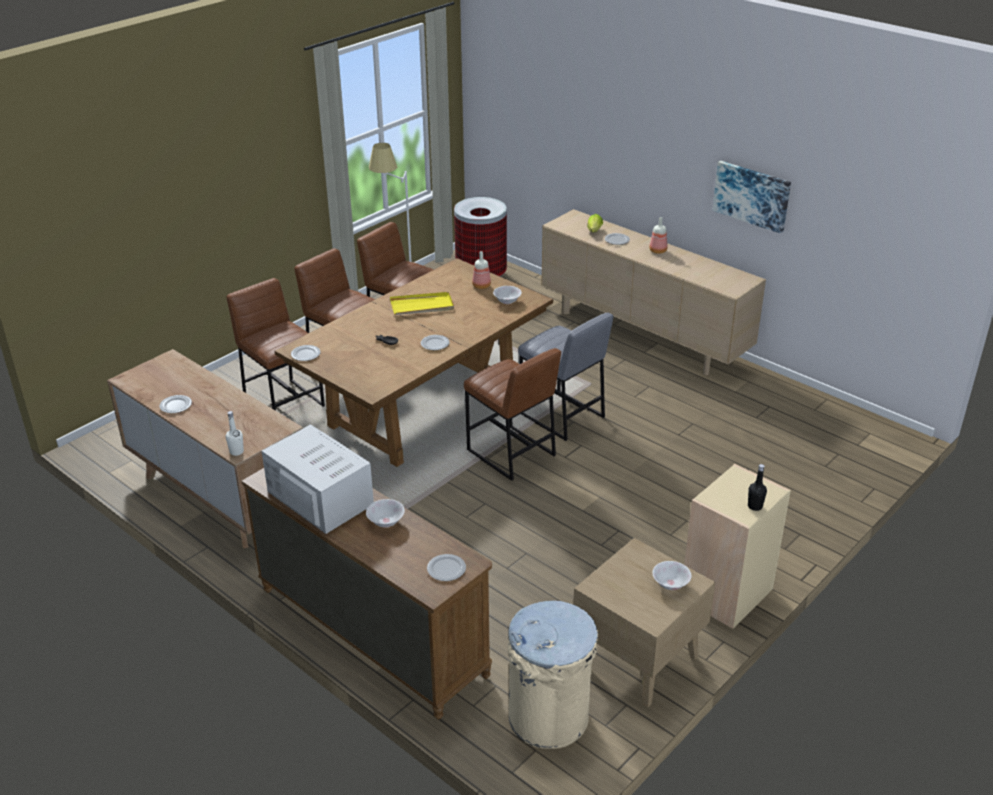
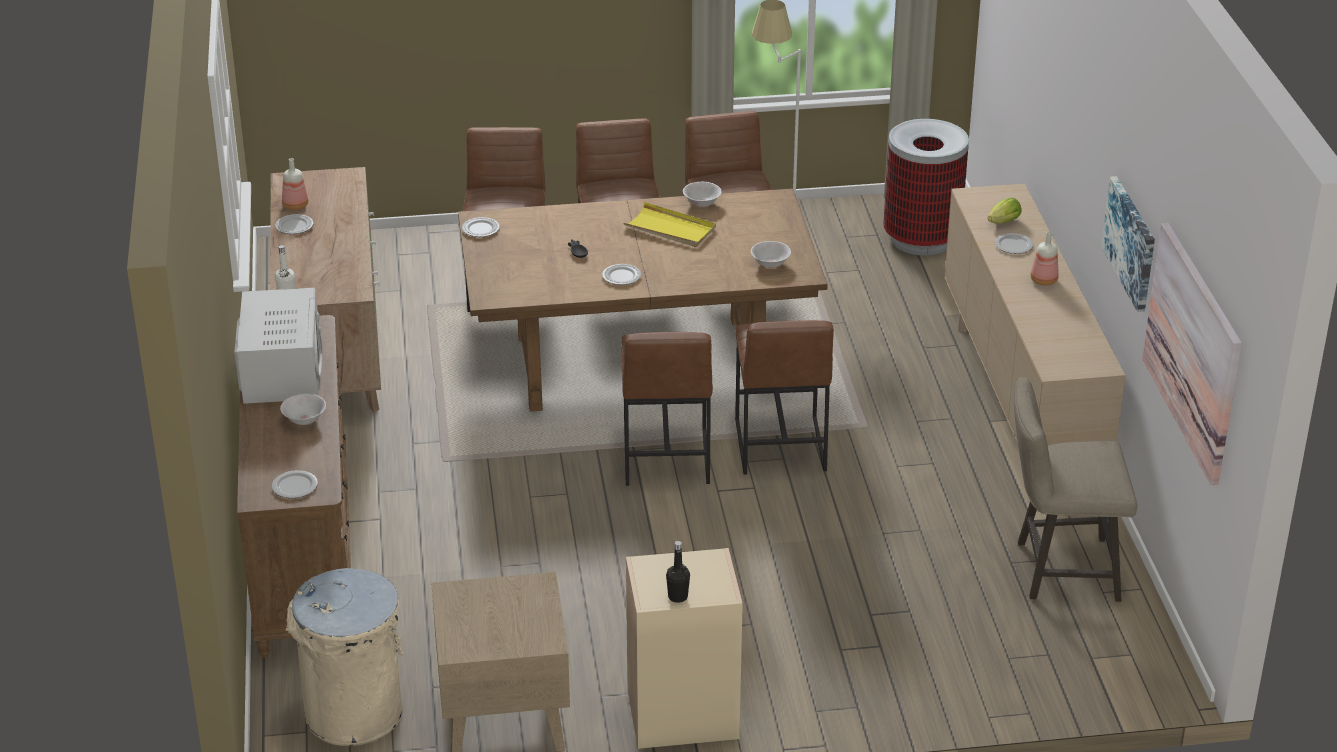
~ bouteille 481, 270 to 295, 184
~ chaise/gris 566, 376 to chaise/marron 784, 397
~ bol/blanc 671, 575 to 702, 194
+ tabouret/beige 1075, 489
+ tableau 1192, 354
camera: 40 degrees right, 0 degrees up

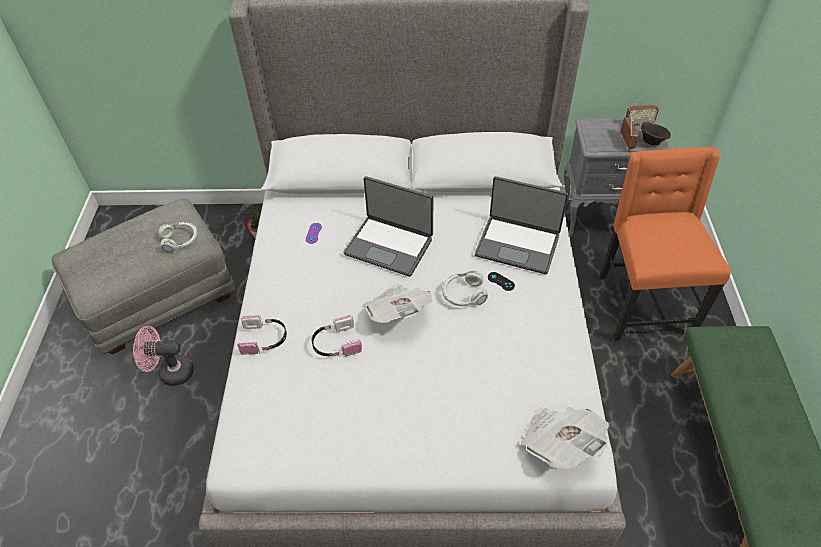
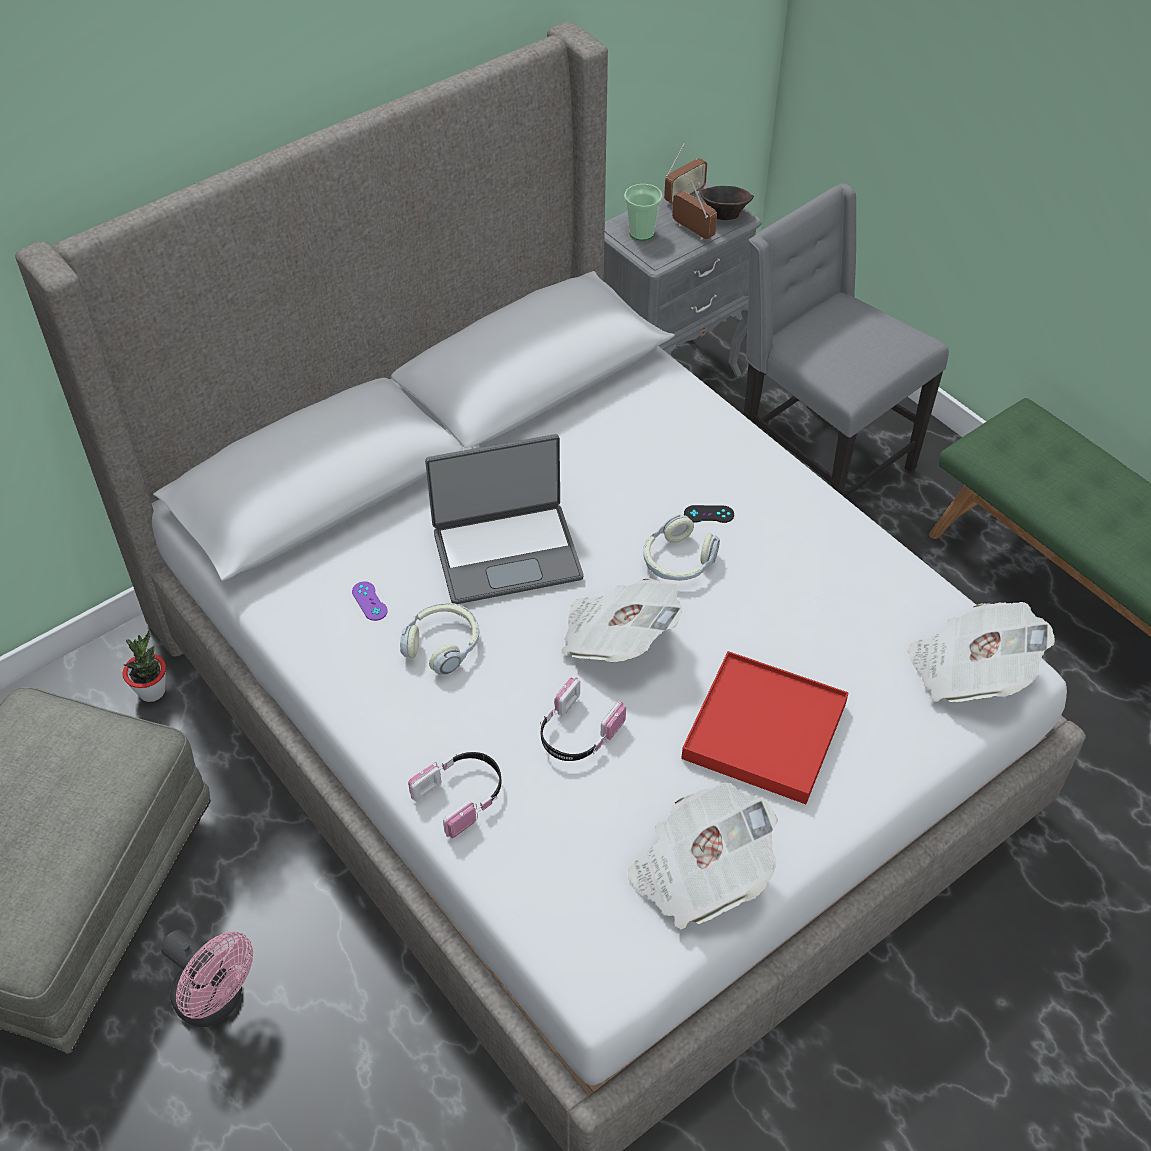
~ ventilateur/rose 163, 356 = 207, 978 105 degrees counterclockwise
~ casque audio 178, 237 to 439, 639
- ordinateur portable 521, 225
~ chaise/orange 665, 244 to chaise/gris 846, 340
+ tasse 643, 212
+ journal 703, 856
+ plateau/rouge 765, 727
camera: 40 degrees left, 0 degrees up

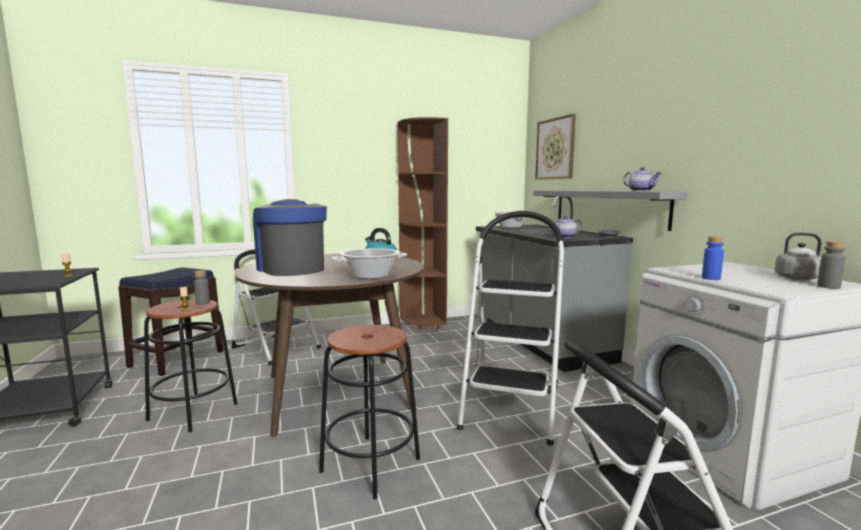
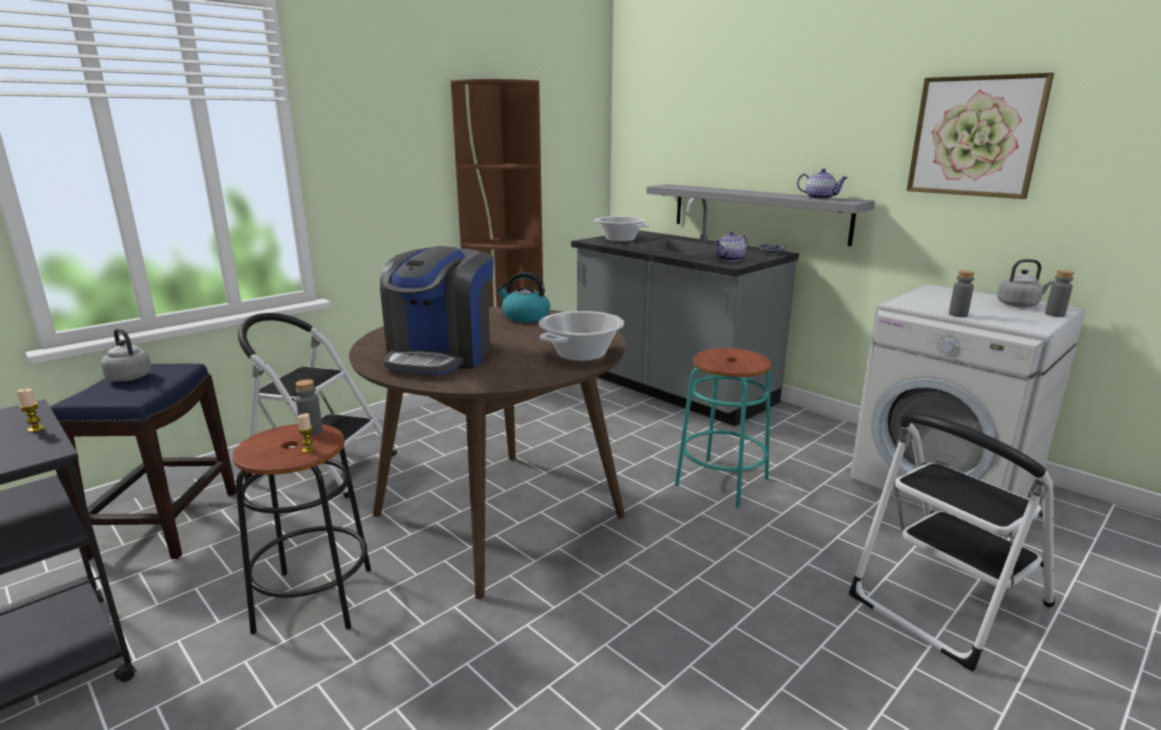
~ machine à café 290, 237 = 437, 310 105 degrees counterclockwise
- tabouret/noir 369, 412
~ escabeau 510, 328 to tabouret/turquoise 723, 428
~ tableau 555, 146 to 980, 136
~ bouteille/bleu 713, 258 to bouteille/gris 962, 293
+ bouilloire/gris 126, 354
camera: 25 degrees left, 10 degrees up

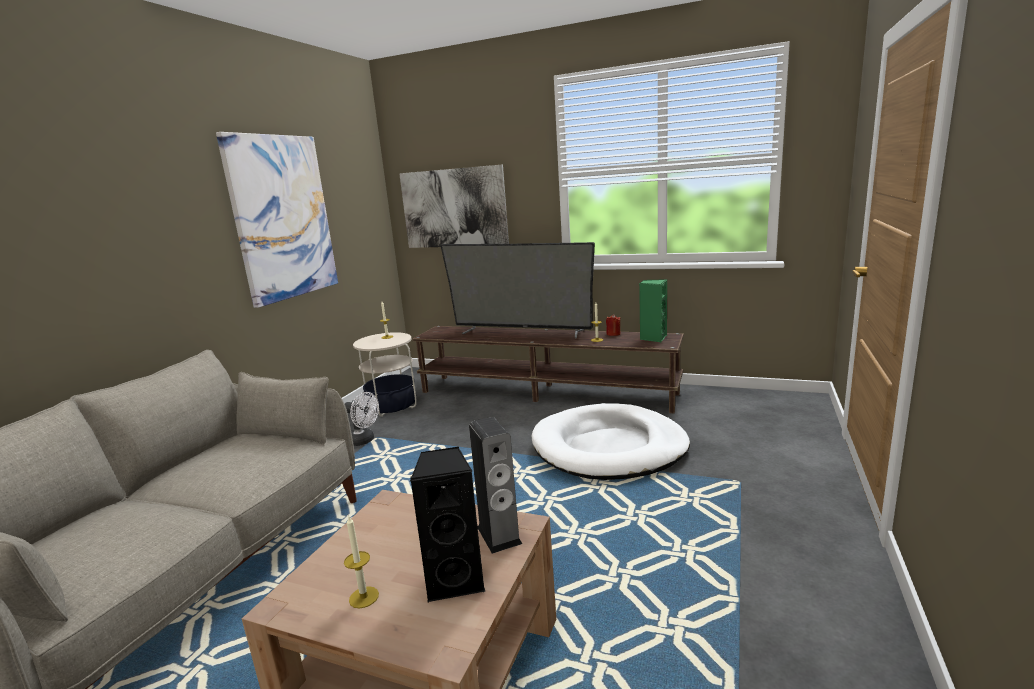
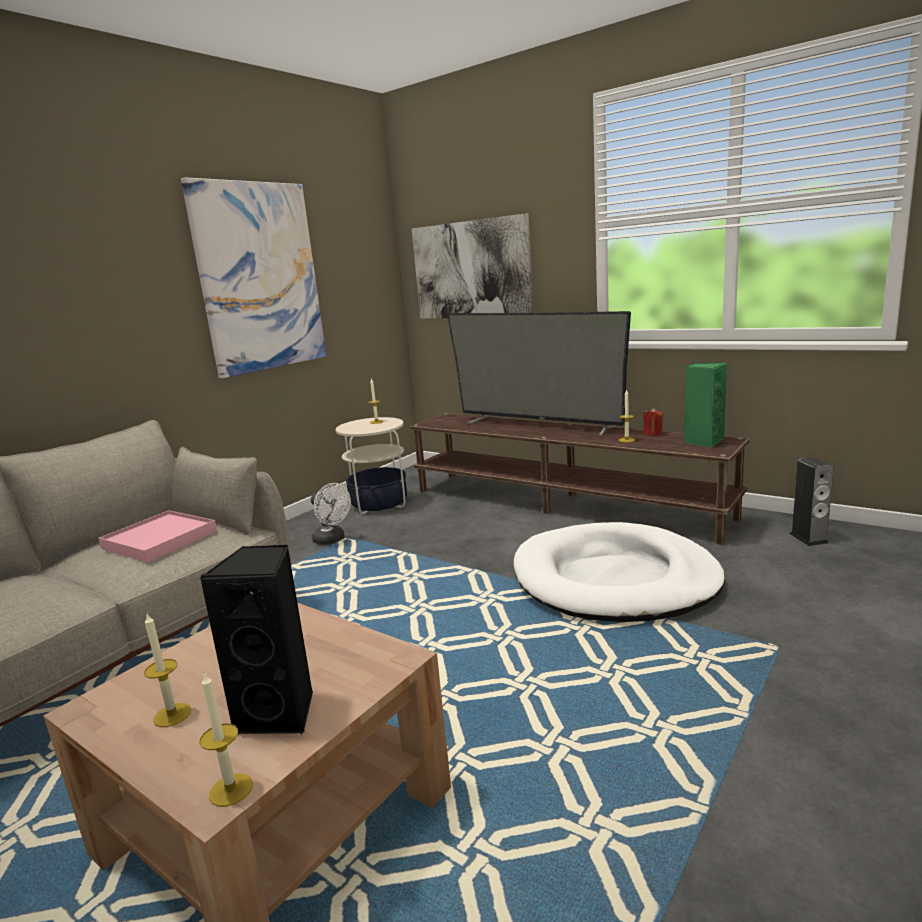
~ enceinte 495, 485 to 812, 501
+ plateau/rose 157, 536
+ bougie 226, 739
camera: 15 degrees right, 0 degrees up

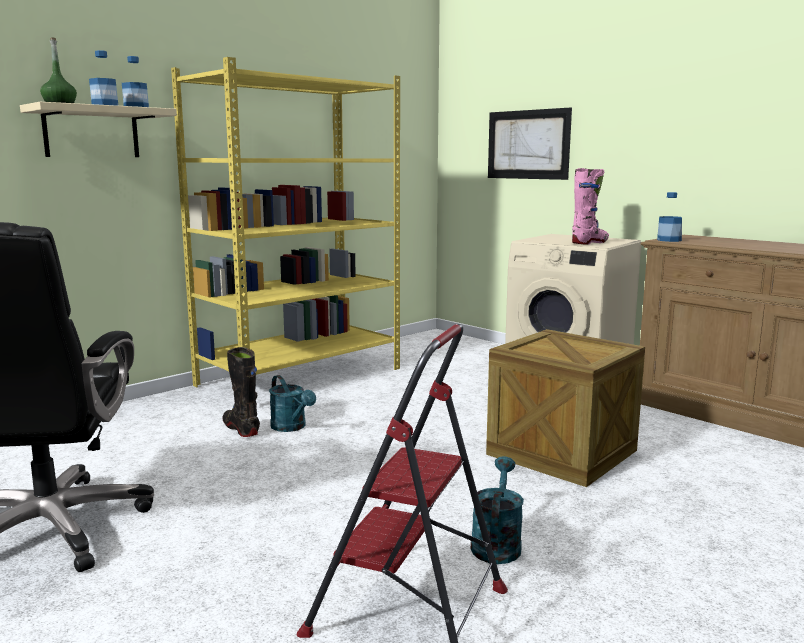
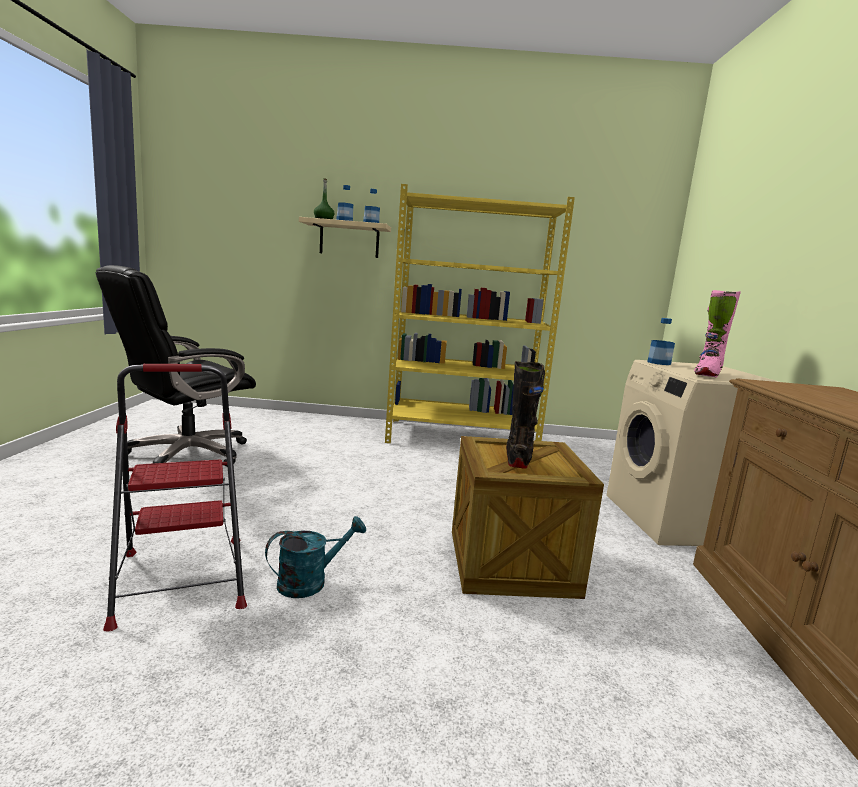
~ botte/noir 241, 392 to 525, 415
- arrosoir/turquoise 292, 403
- tableau 530, 143
~ botte/rose 590, 206 = 717, 334 120 degrees clockwise
~ bouteille 669, 217 to 661, 341
camera: 45 degrees right, 0 degrees up

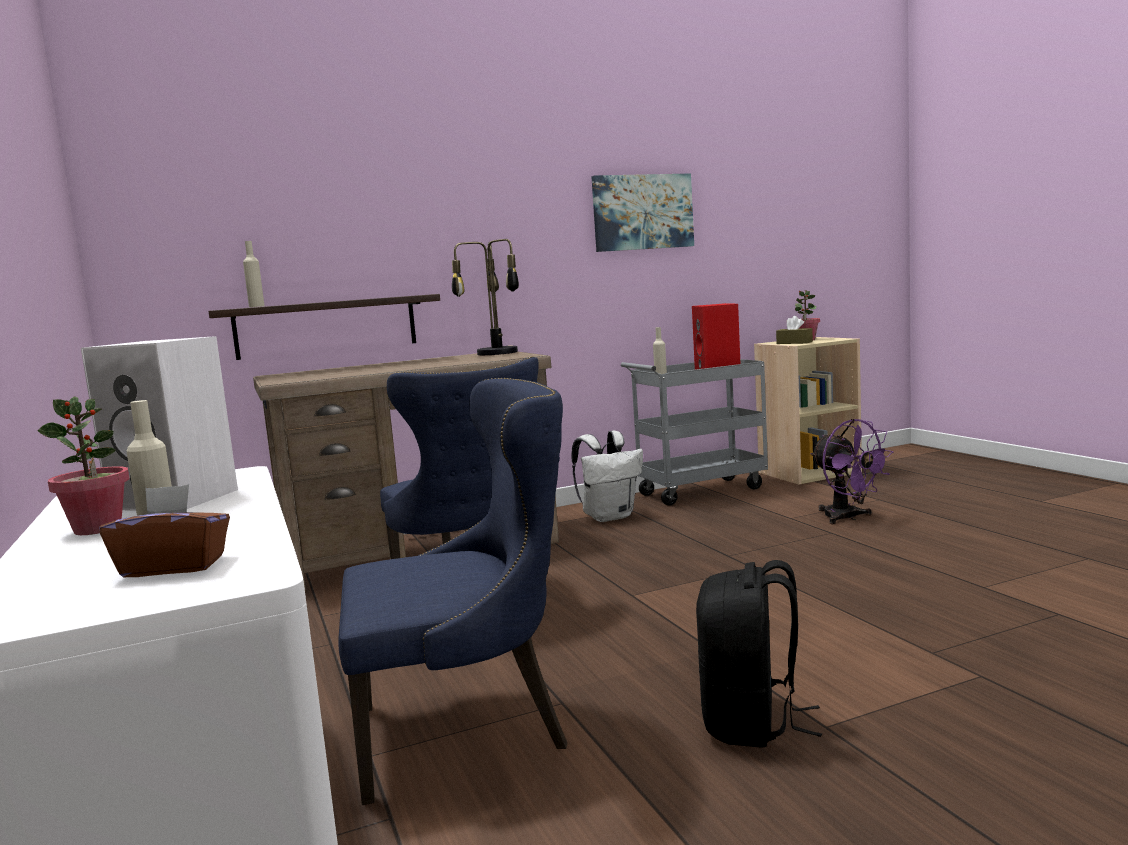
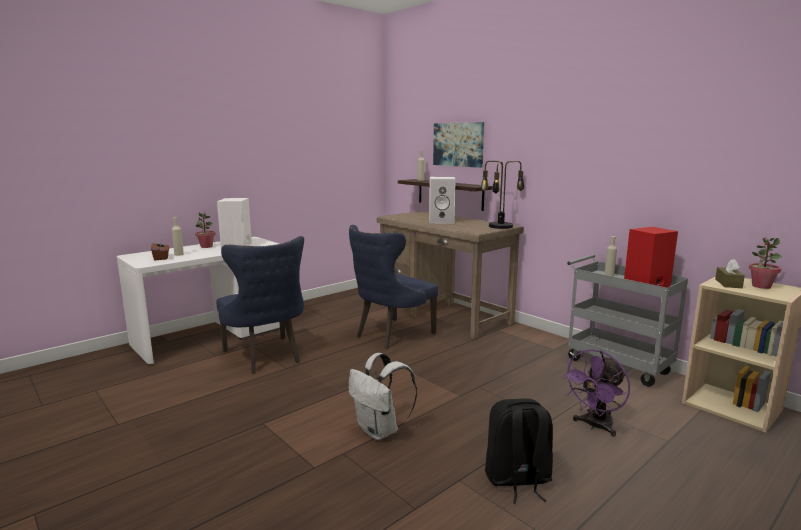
~ sac à dos/blanc 607, 476 to 383, 396
~ tableau 642, 212 to 458, 145
~ sac à dos/noir 759, 654 to 519, 451
+ enceinte/blanc 442, 200
camera: 70 degrees right, 5 degrees up

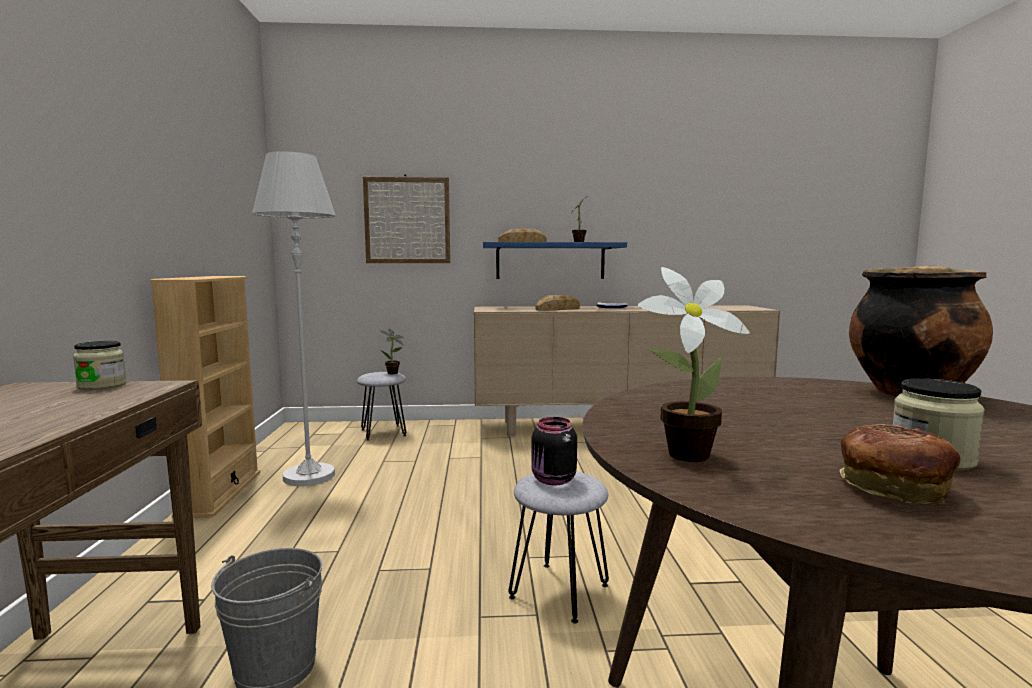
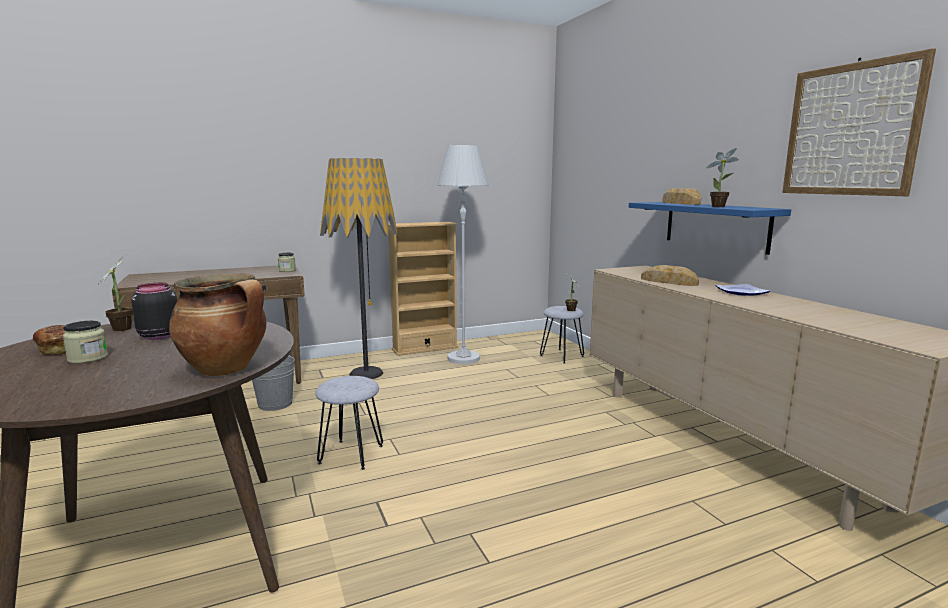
~ tableau 406, 218 to 859, 122
~ bocal/noir 554, 451 to 154, 311
+ lampadaire 358, 268
camera: 70 degrees right, 5 degrees up

